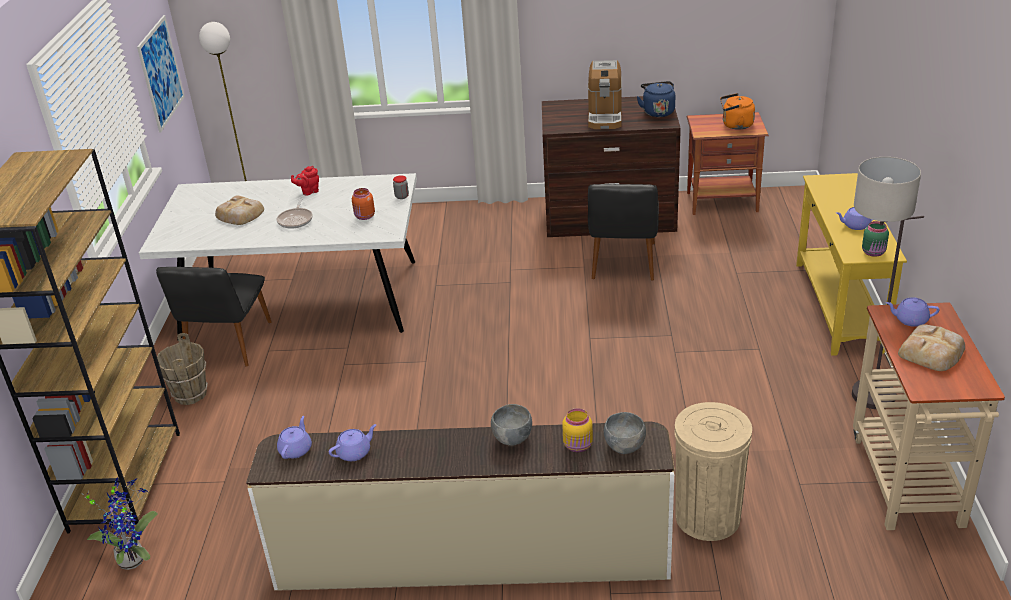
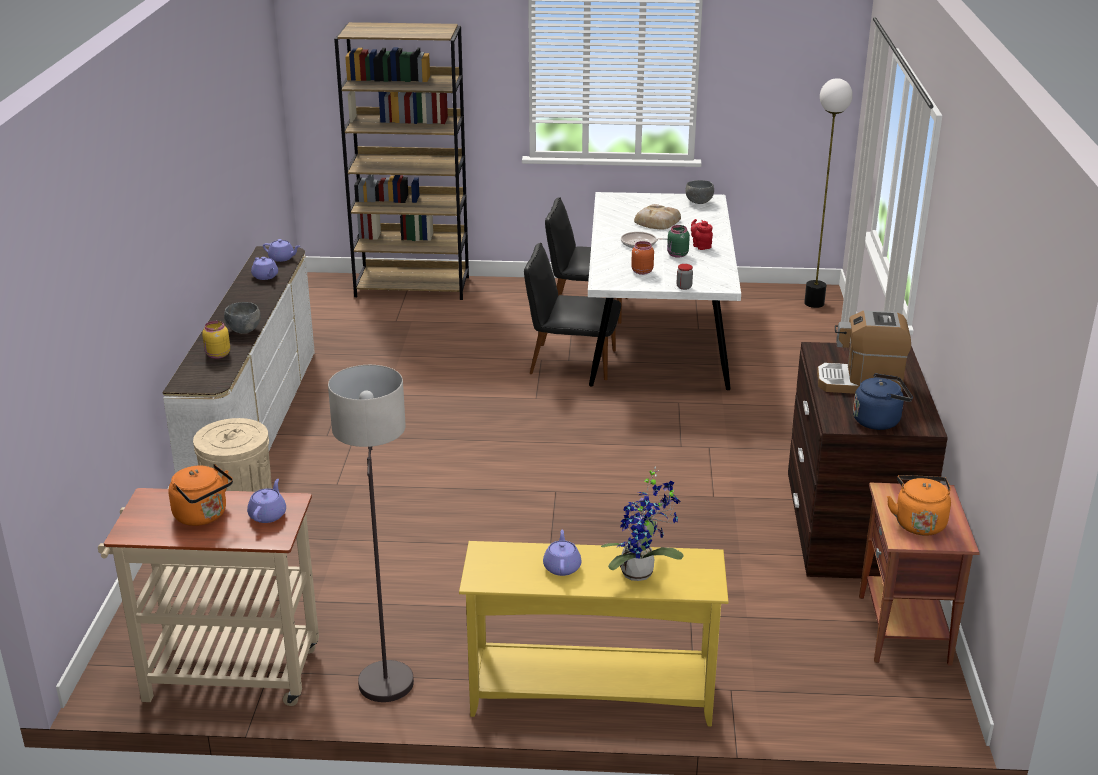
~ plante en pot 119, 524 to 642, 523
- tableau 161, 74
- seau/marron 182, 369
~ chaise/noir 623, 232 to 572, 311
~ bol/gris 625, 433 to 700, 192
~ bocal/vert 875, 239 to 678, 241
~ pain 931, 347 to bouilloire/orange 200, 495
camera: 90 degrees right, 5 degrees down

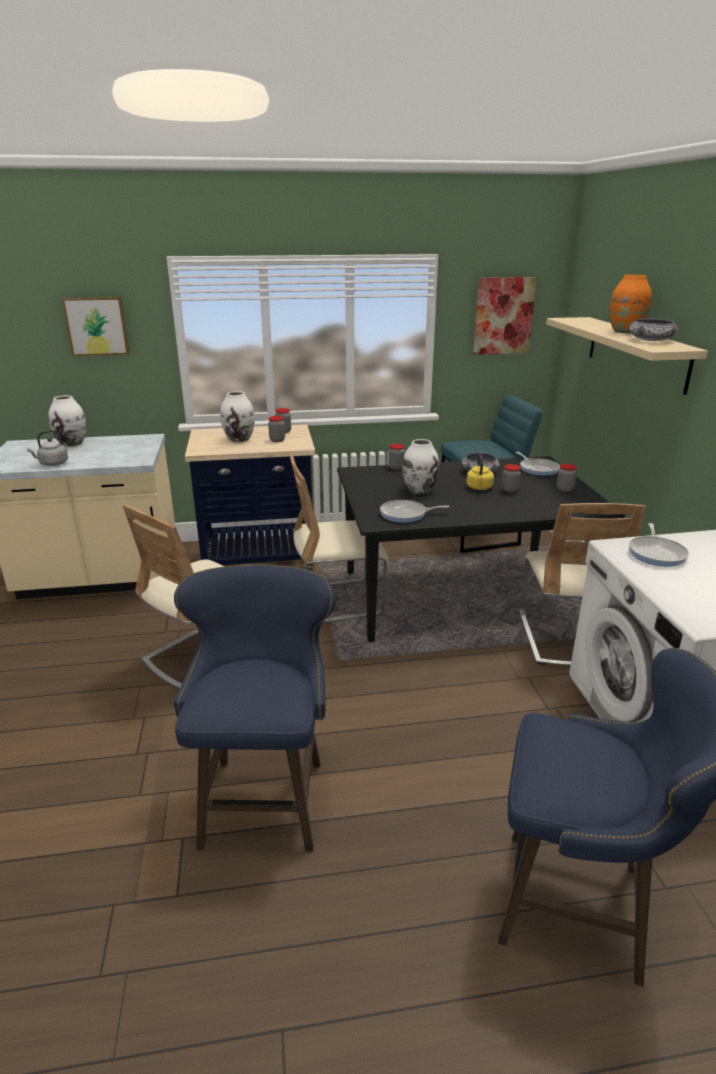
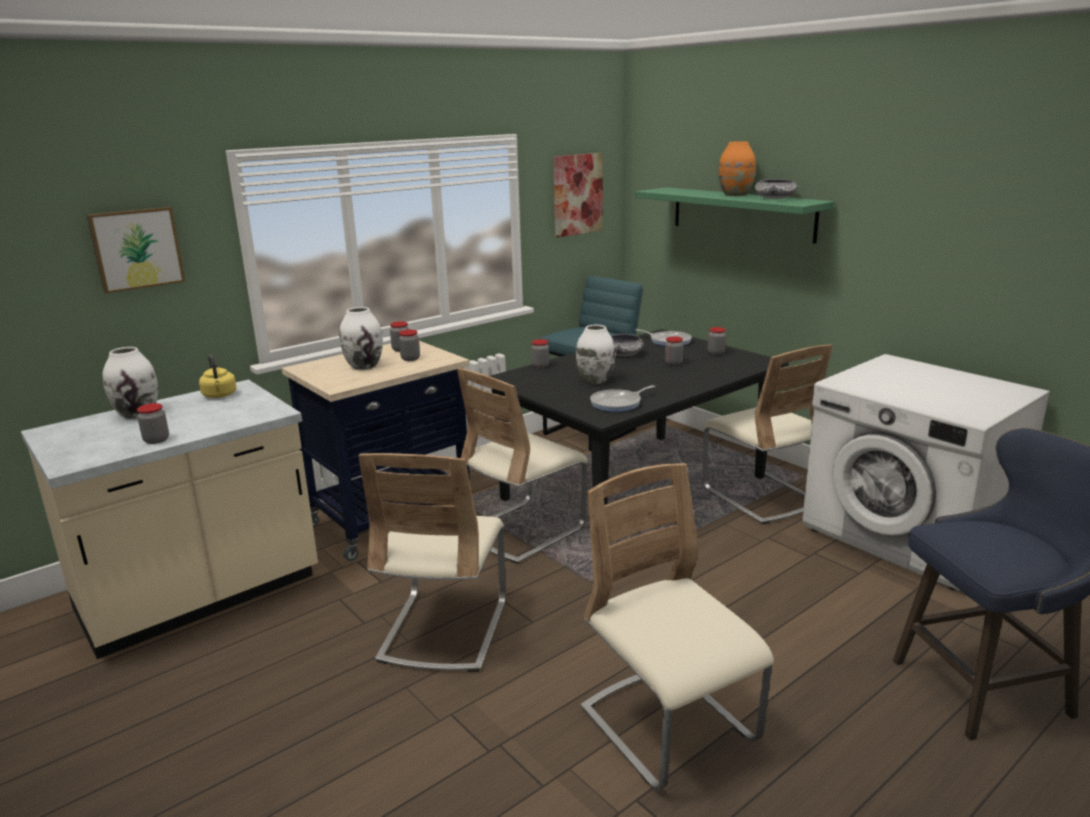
~ bouilloire/gris 47, 448 to bocal 153, 423
~ tabouret/bleu 254, 708 to chaise/beige 677, 626
~ bouilloire/jaune 480, 472 to 217, 376
~ étagère/beige 627, 356 to étagère/vert 735, 215
- poêle 659, 545
camera: 30 degrees left, 5 degrees down

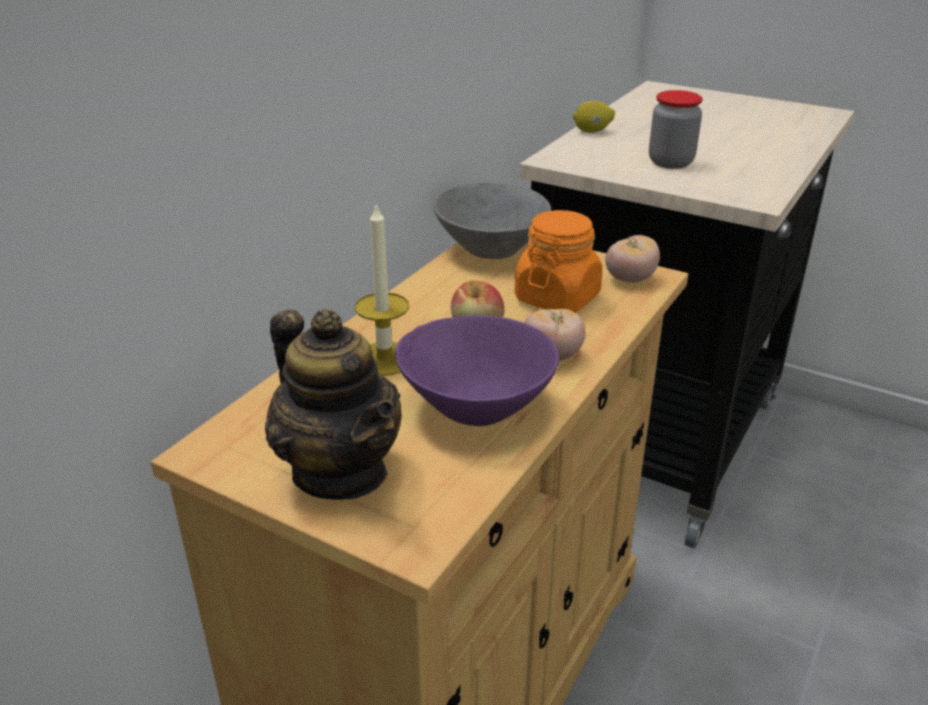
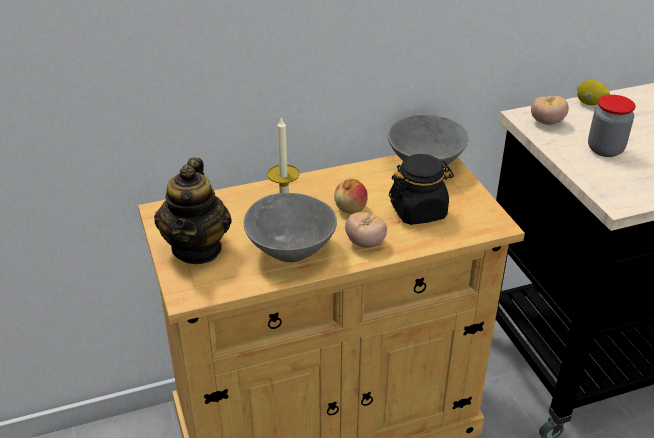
~ bol/violet 477, 371 to bol/gris 290, 227
~ bocal/orange 559, 261 to bocal/noir 421, 189
~ tomate 632, 259 to 550, 110
camera: 40 degrees right, 5 degrees up

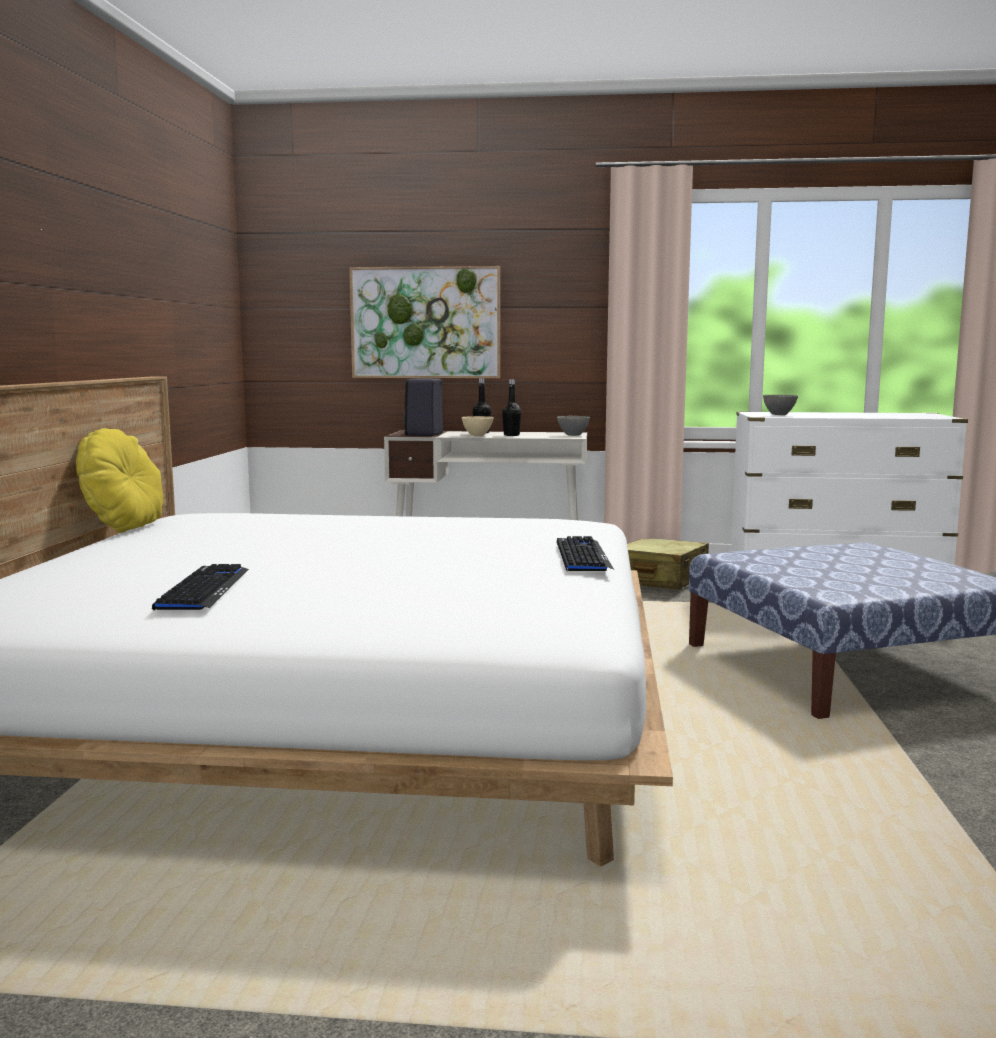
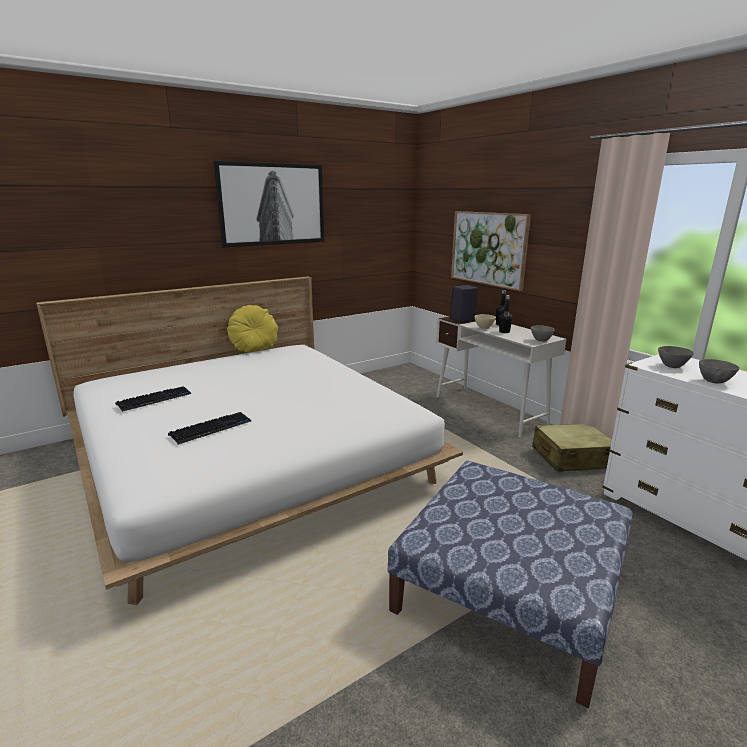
~ clavier 585, 553 to 209, 428
+ tableau 269, 204
+ bol/gris 719, 371
camera: 50 degrees right, 10 degrees up

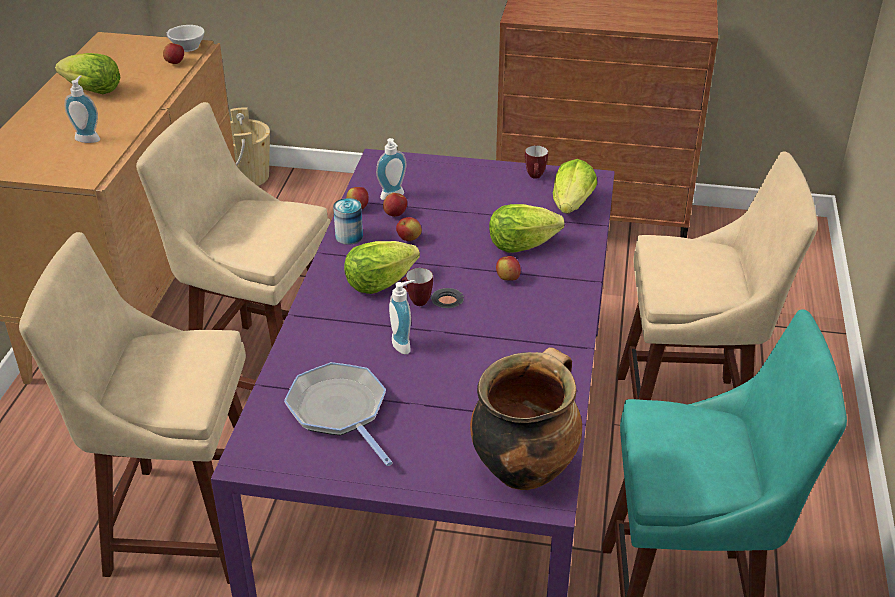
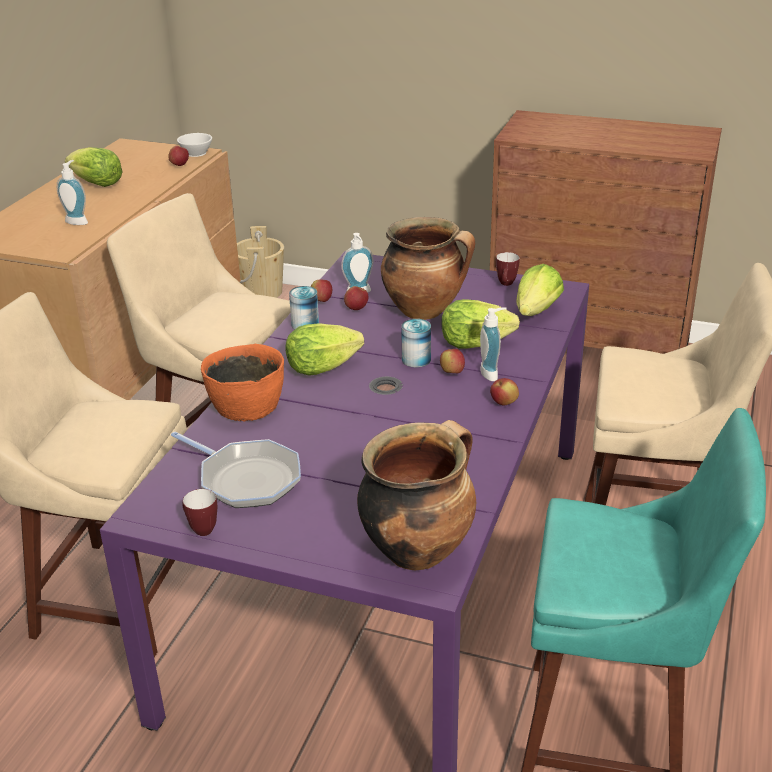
~ poêle 338, 414 = 236, 470 150 degrees clockwise
~ distributeur de savon 402, 317 to 493, 344
~ pomme 409, 229 to 504, 392
~ mug 417, 287 to 199, 512
+ bol/orange 242, 383
+ marmite 428, 268
+ boîte métallique 416, 343
camera: 10 degrees right, 5 degrees down

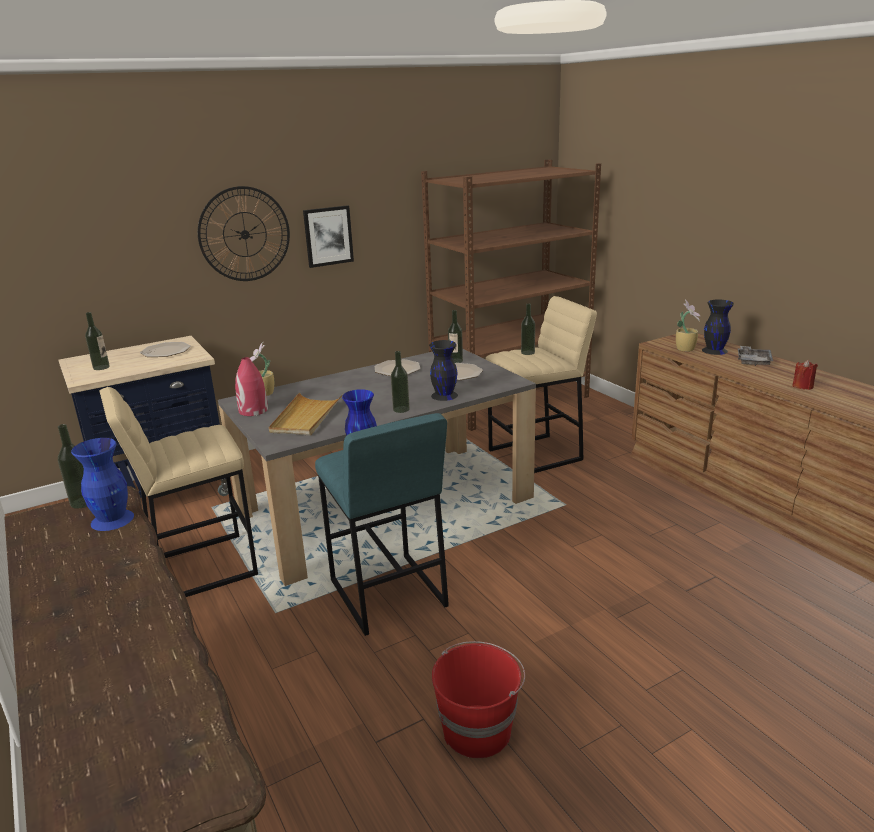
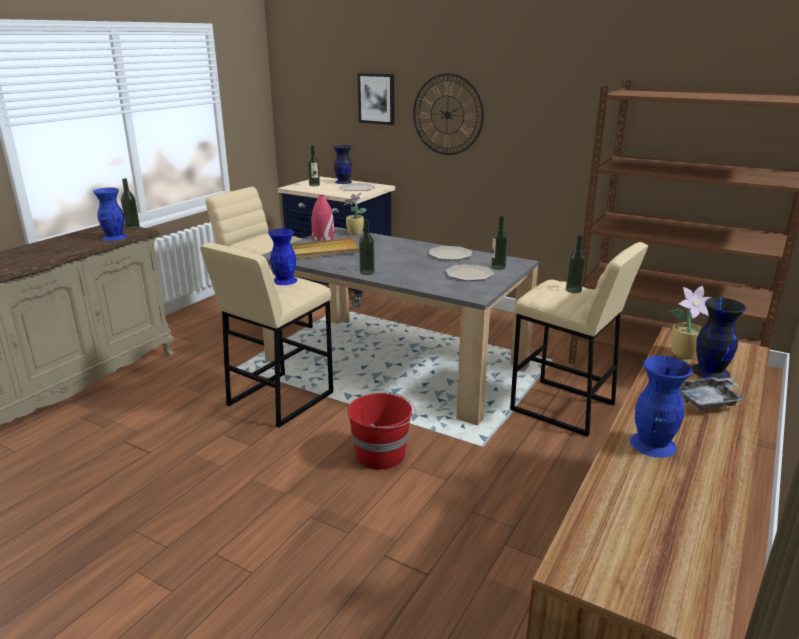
~ tableau 328, 236 to 376, 99
~ tabouret/turquoise 382, 524 to tabouret/beige 266, 335
~ vase/noir 443, 370 to 343, 164
~ seau/rouge 478, 699 to 381, 430
~ bougie/rouge 805, 375 to vase/bleu 661, 407
camera: 60 degrees right, 0 degrees up

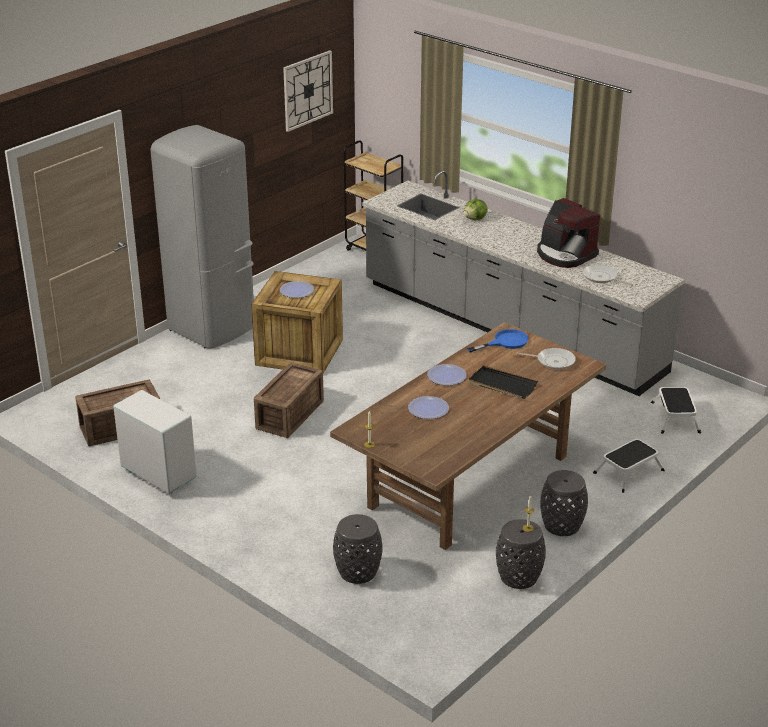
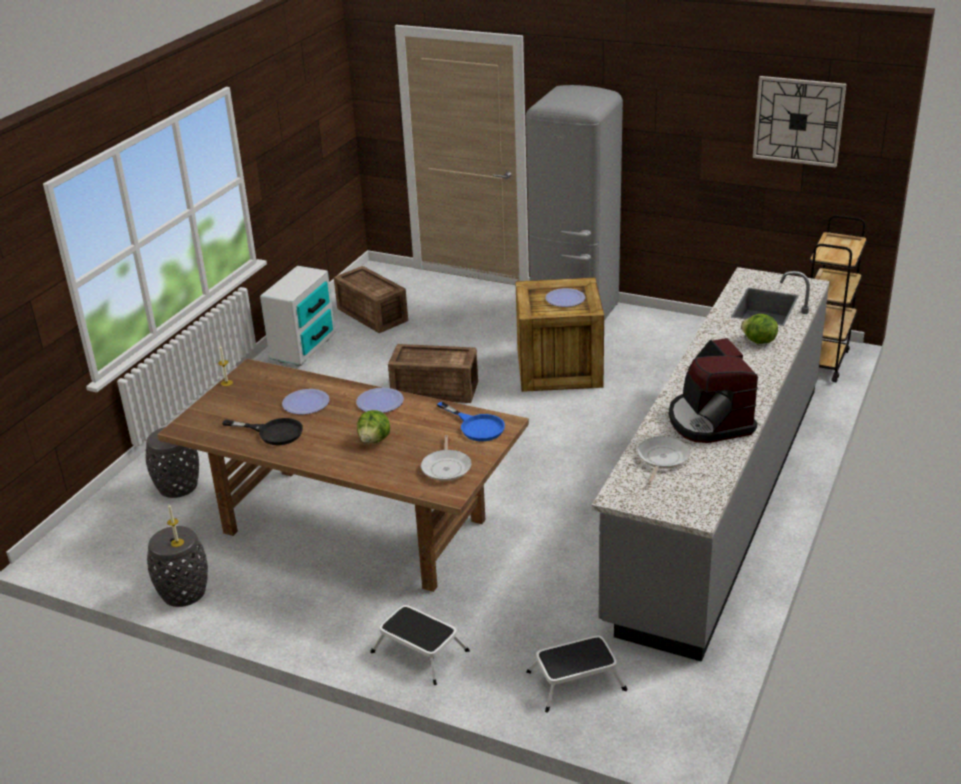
~ plateau/noir 503, 382 to laitue 373, 426
~ machine à café 568, 233 = 713, 390 45 degrees counterclockwise
- tabouret/gris 564, 503
+ poêle/noir 262, 431
camera: 75 degrees right, 0 degrees up

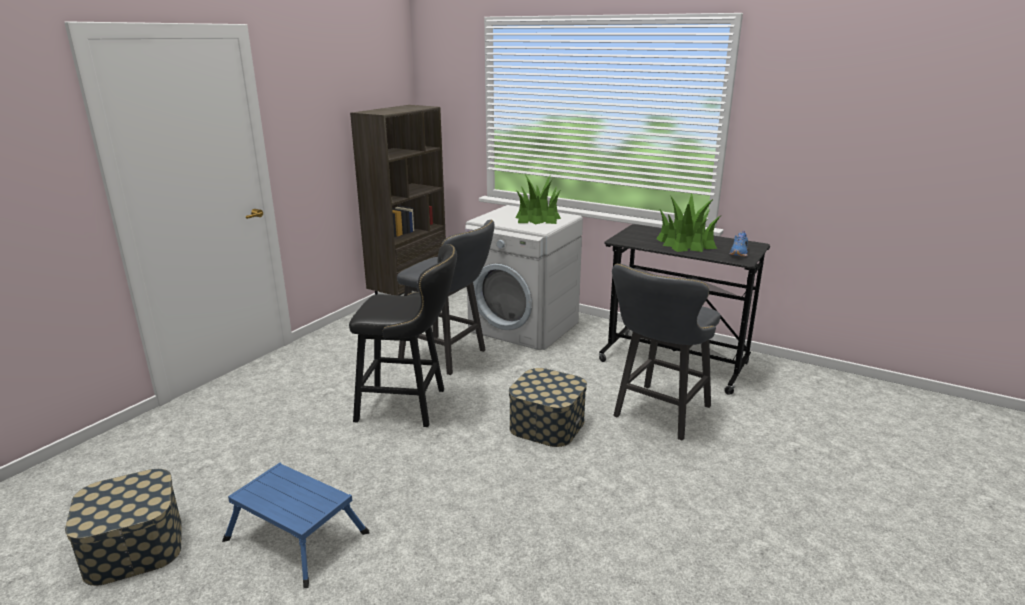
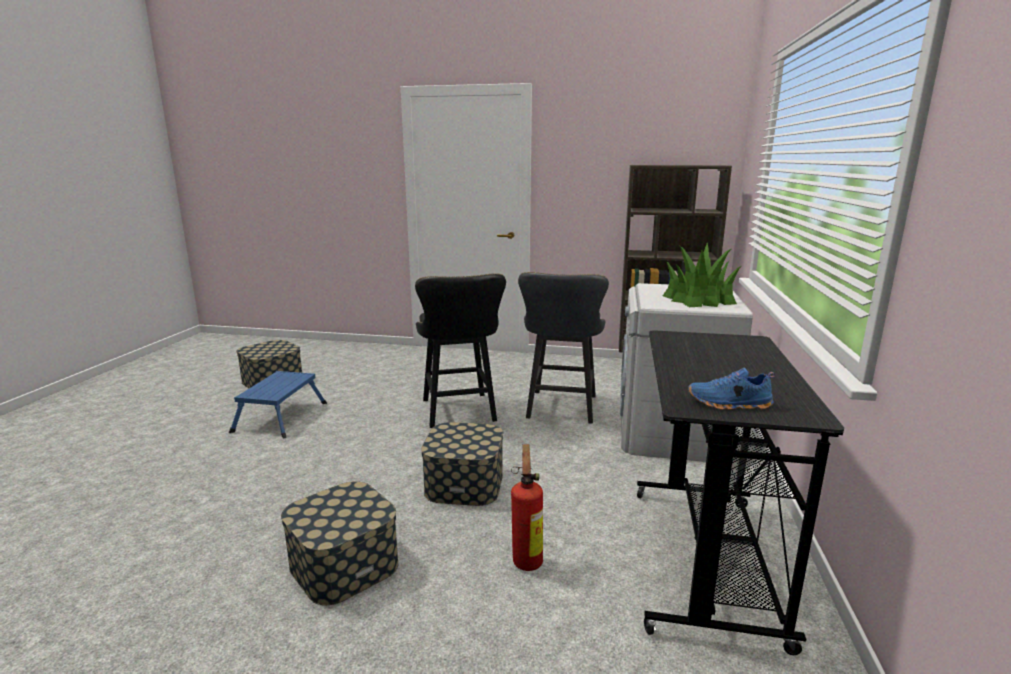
~ tabouret/gris 666, 352 to extincteur 527, 507
- plante en pot 688, 222
+ boîte de rangement 340, 543
camera: 70 degrees right, 5 degrees down

